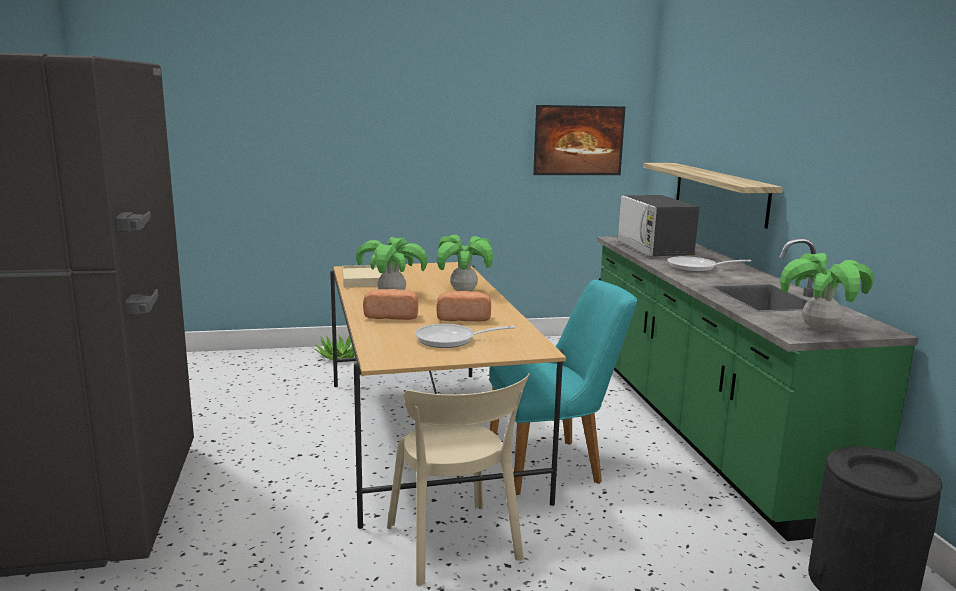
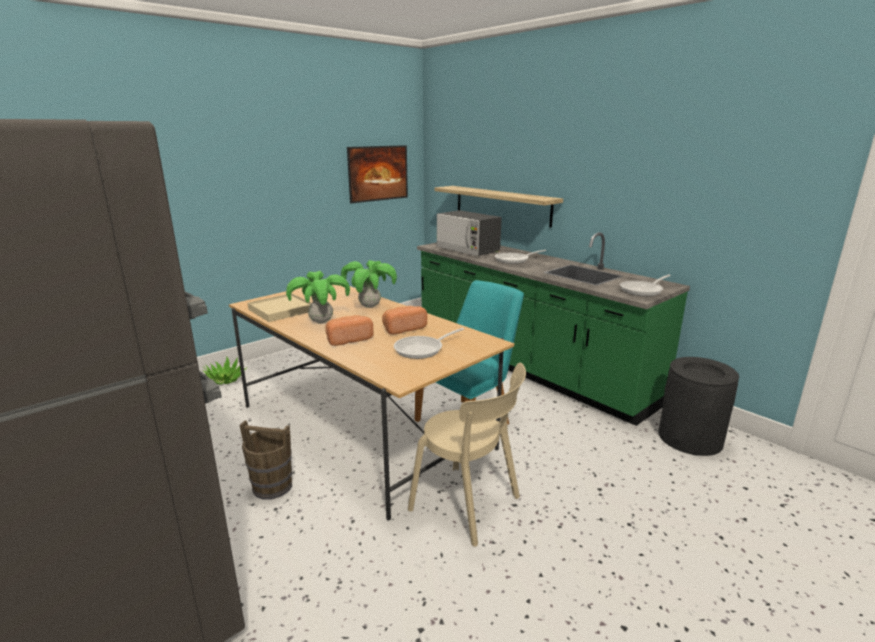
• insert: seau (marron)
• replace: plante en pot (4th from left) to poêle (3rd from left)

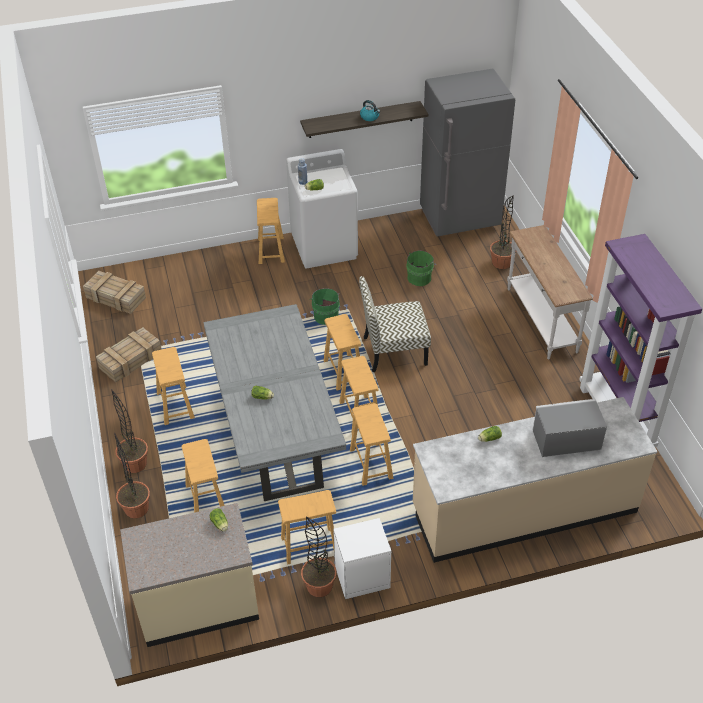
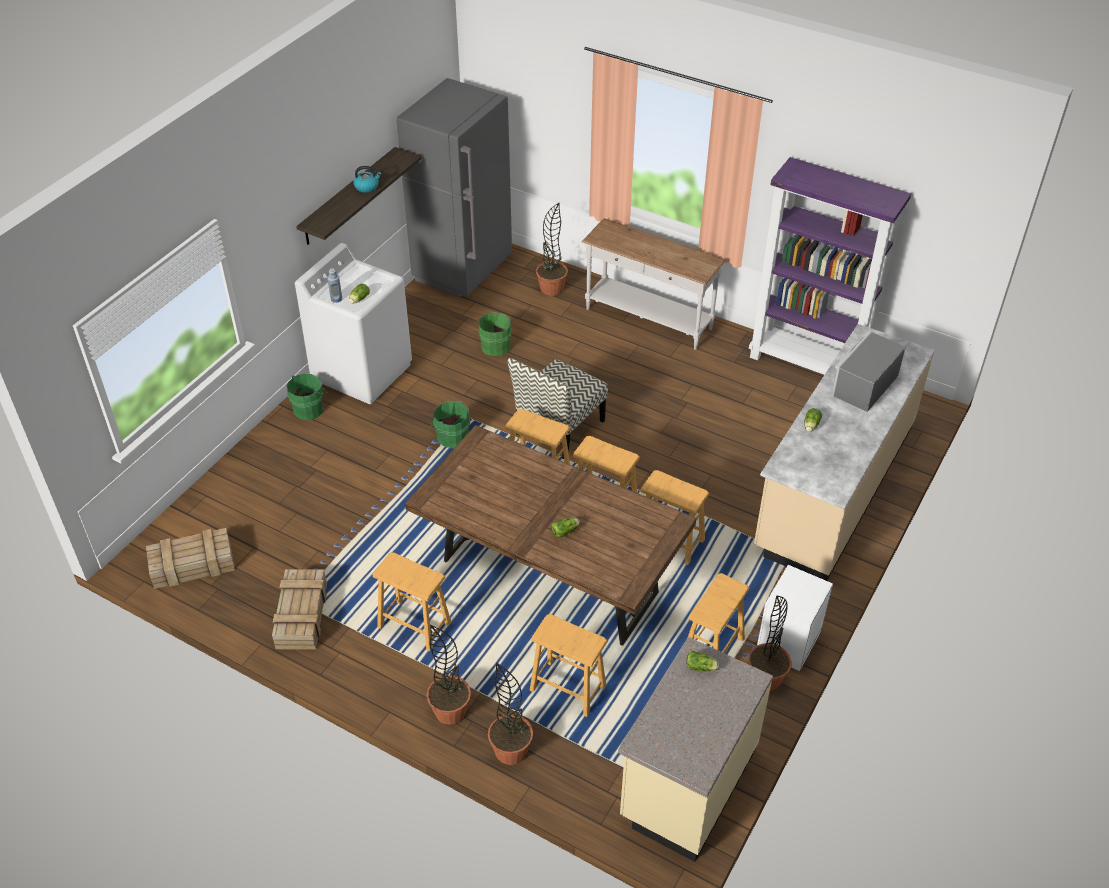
• replace: tabouret (marron) (3rd from left) to seau (vert) (1st from left)
• recolor: table à manger (gris) to table à manger (marron)

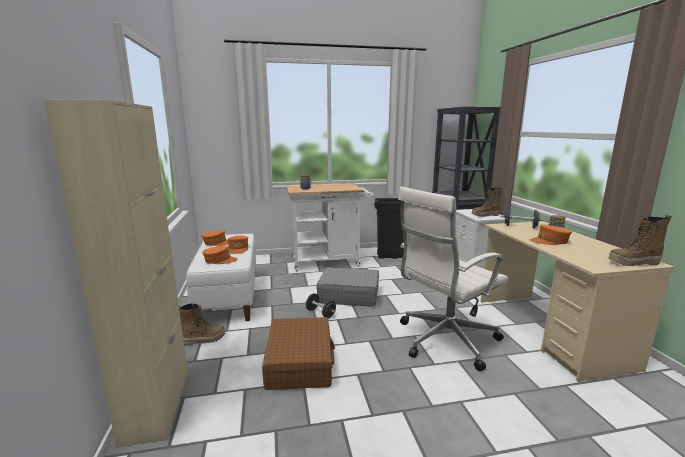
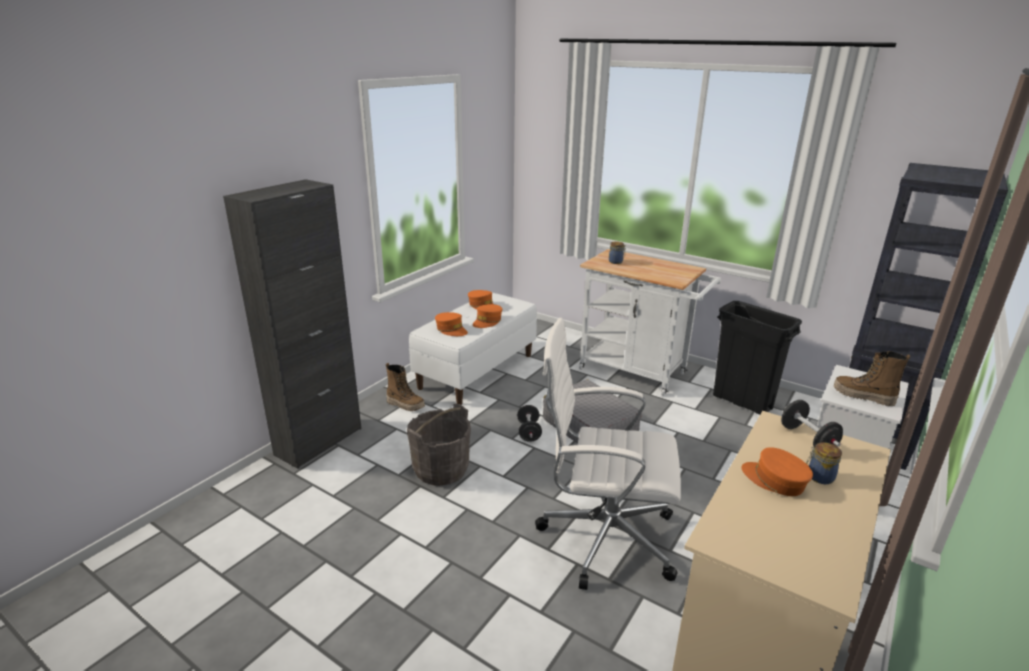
• recolor: meuble de rangement (beige) to meuble de rangement (noir)
• replace: valise (marron) to seau (gris)
• delete: botte (3rd from left)

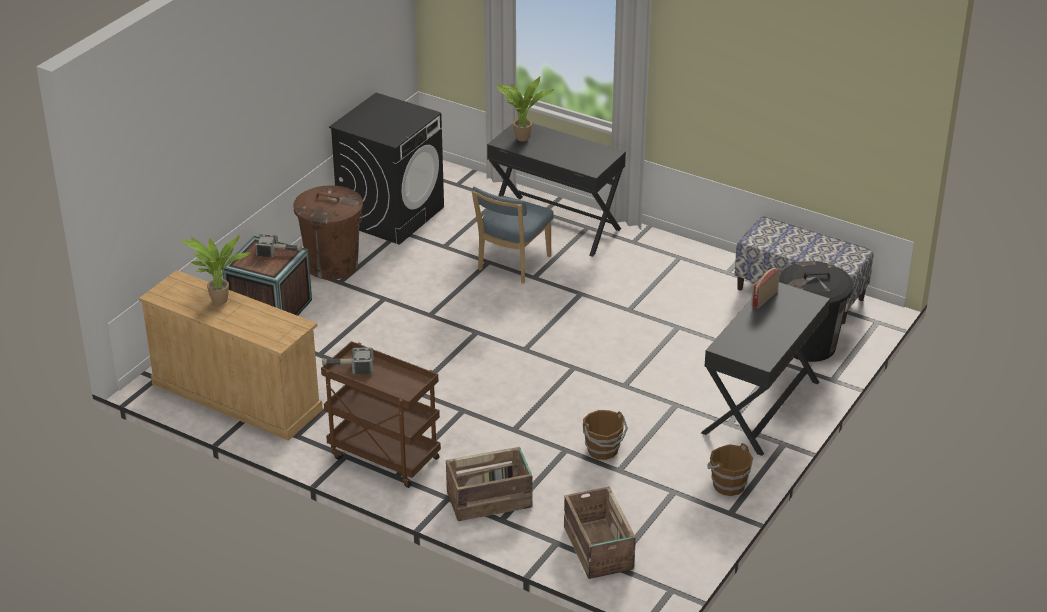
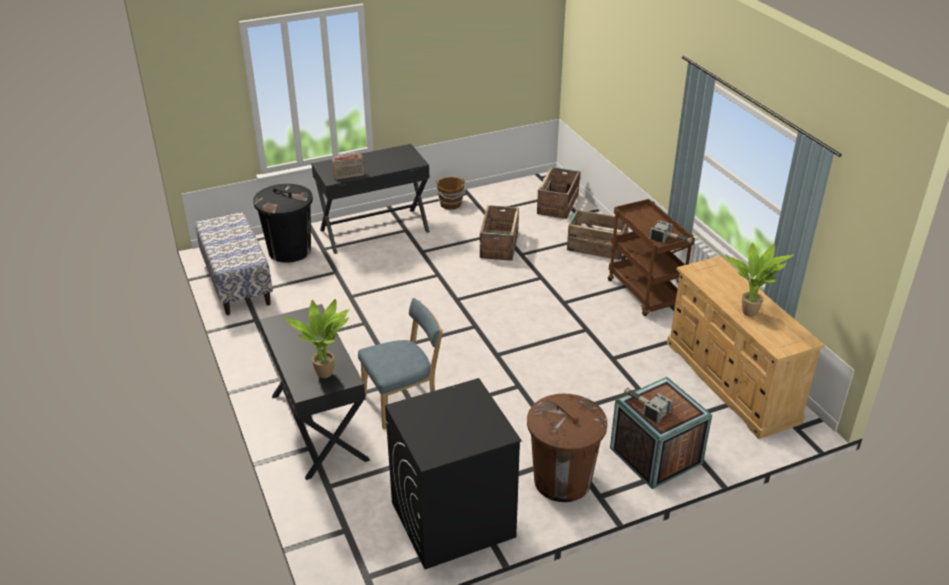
• replace: seau (marron) (1st from left) to caisse (1st from left)

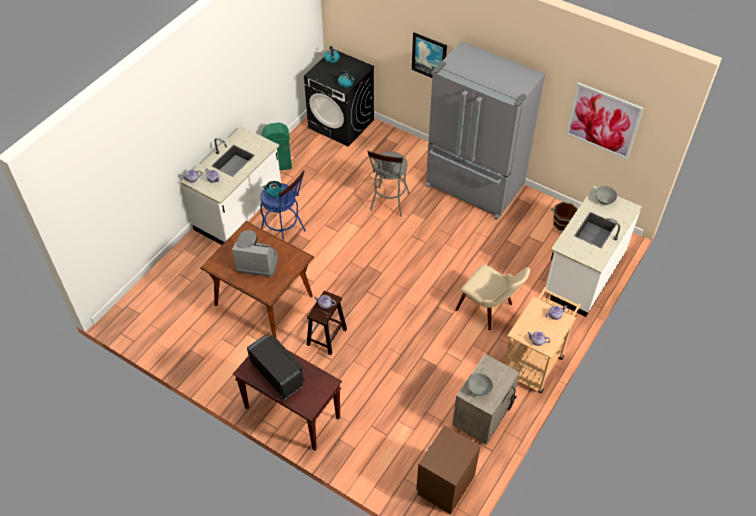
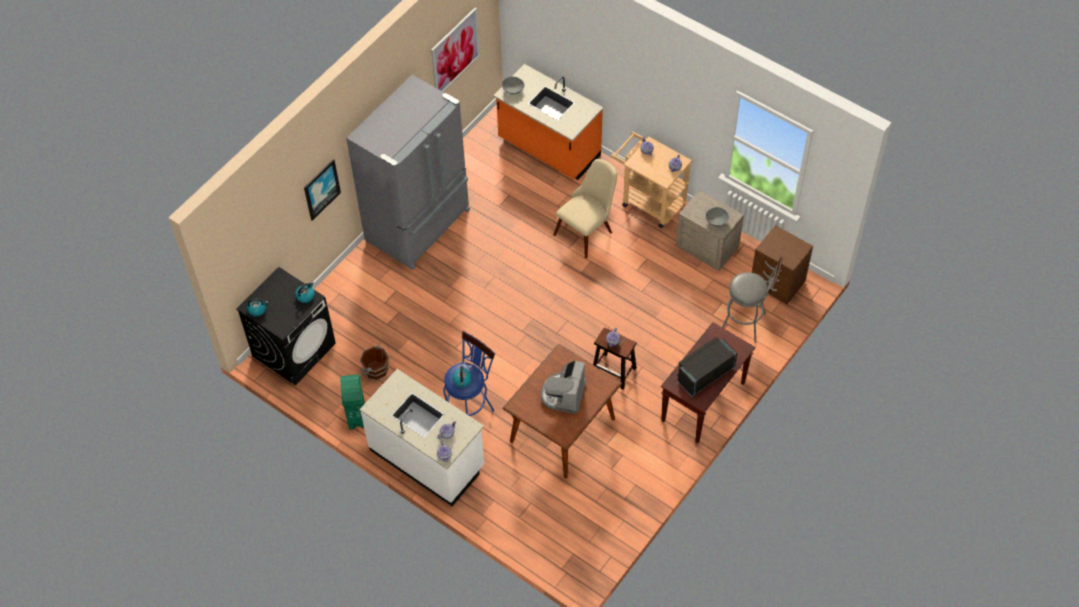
• move: seau (marron)
• recolor: comptoir de cuisine (blanc) (2nd from left) to comptoir de cuisine (orange)
• move: tabouret (gris)

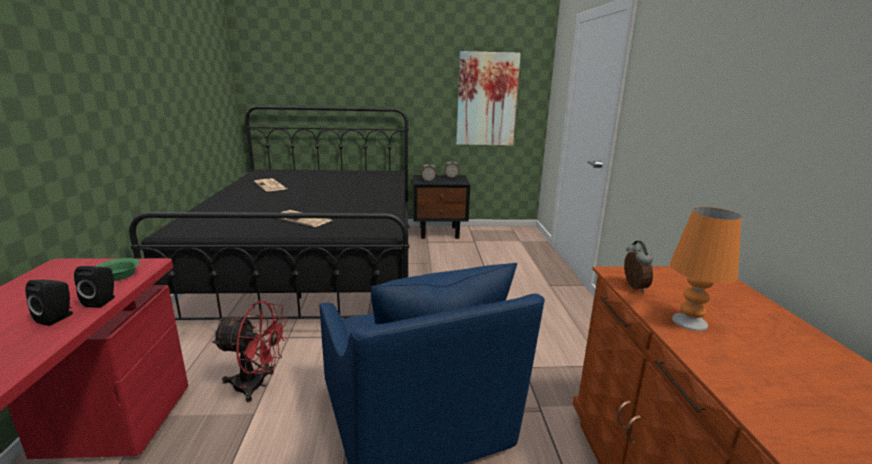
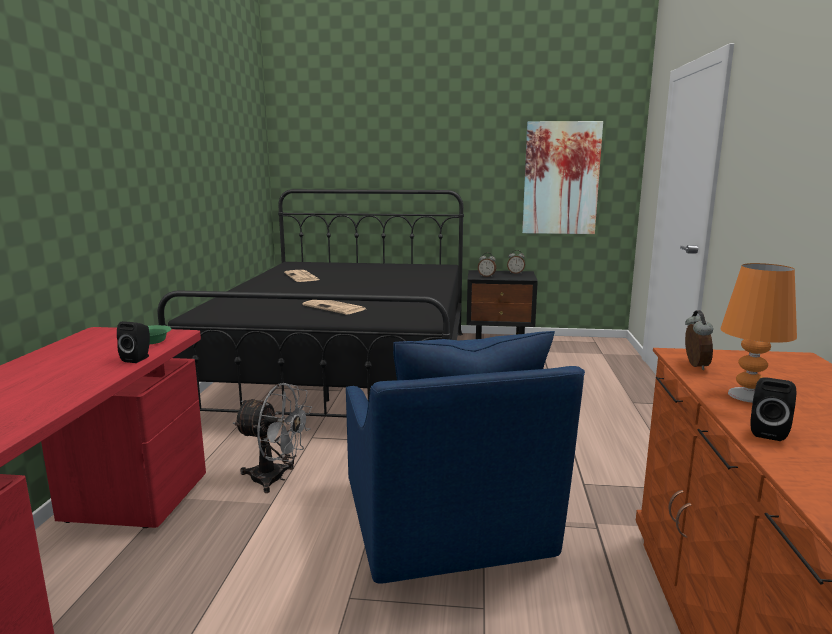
• recolor: ventilateur (rouge) to ventilateur (gris)
• move: enceinte (noir) (1st from left in the first image) to enceinte (noir) (2nd from left)

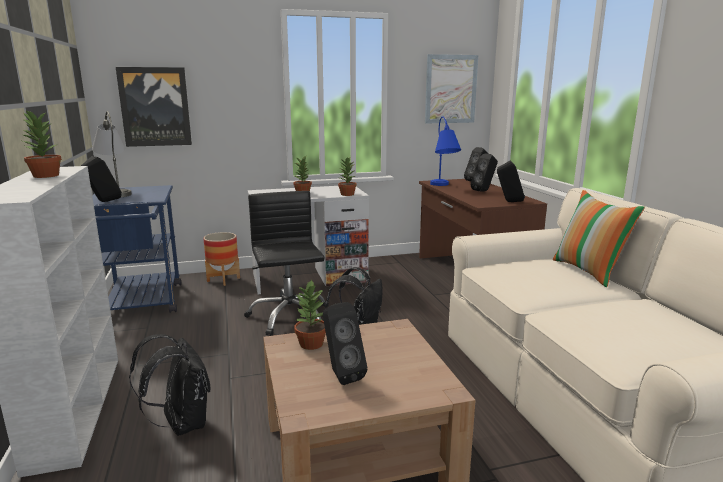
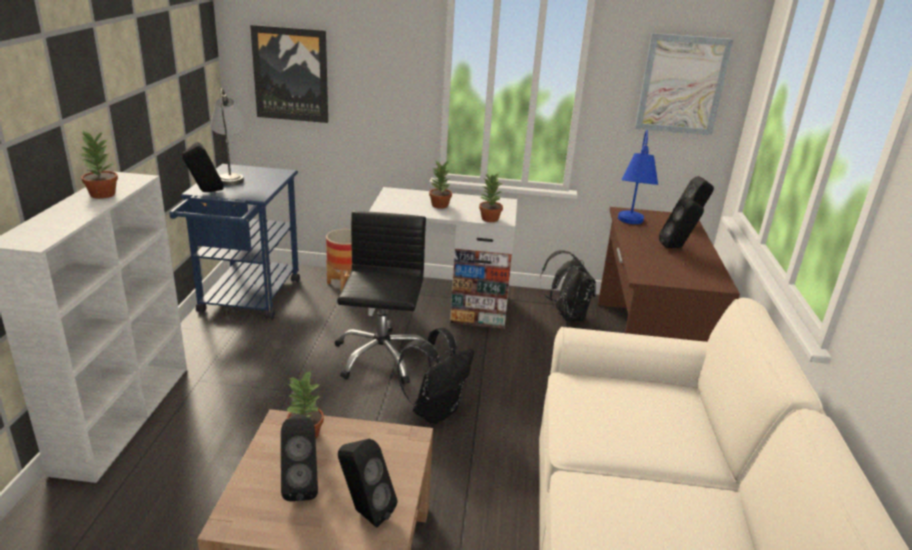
• move: enceinte (noir) (5th from left in the first image) to enceinte (noir) (3rd from left)
• move: sac à dos (noir) (1st from left in the first image) to sac à dos (noir) (2nd from left)
• delete: coussin

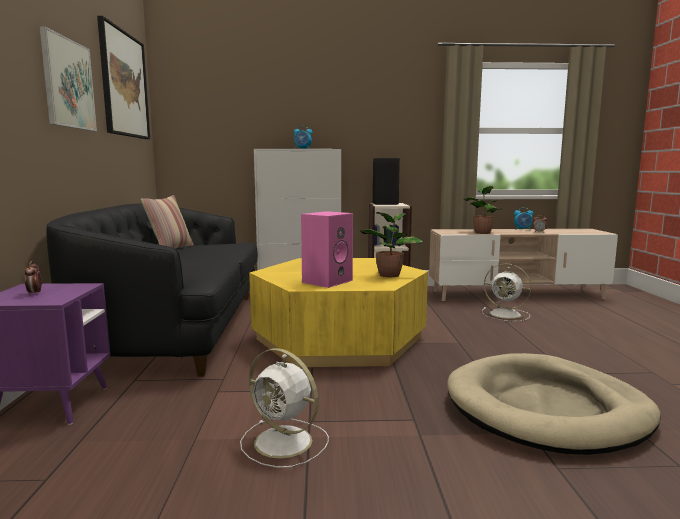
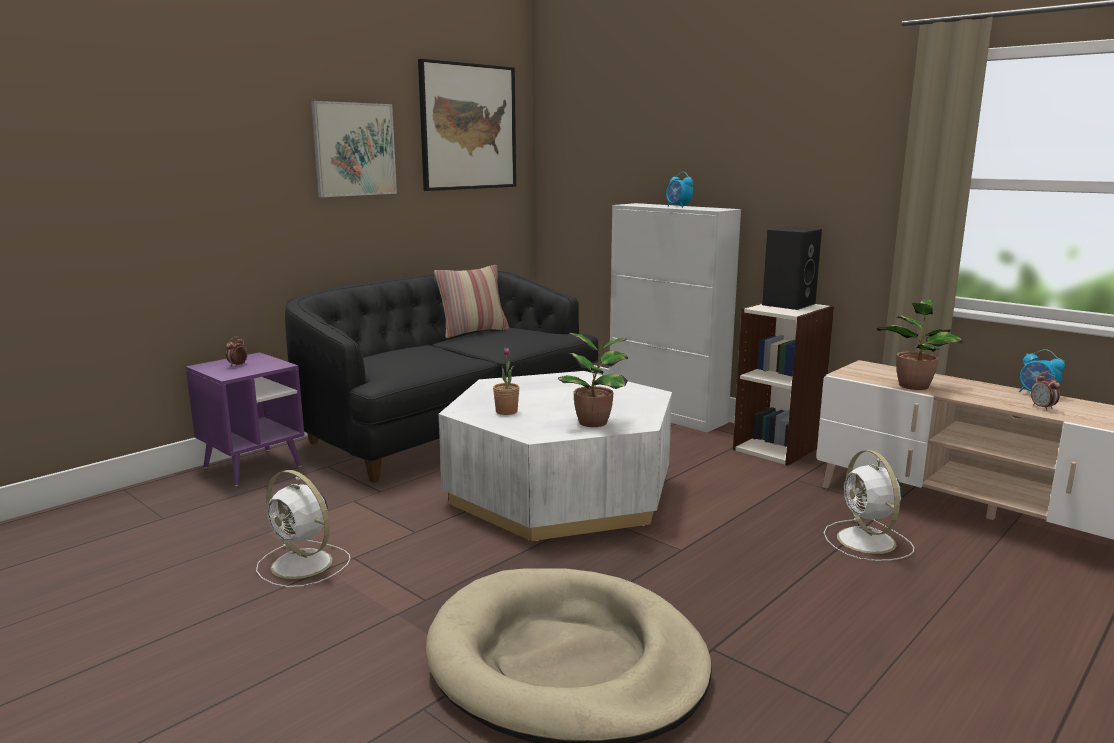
• rotate: ventilateur (blanc) (1st from left) 45 degrees counterclockwise
• recolor: table basse (jaune) to table basse (blanc)
• replace: enceinte (rose) to plante en pot (1st from left)

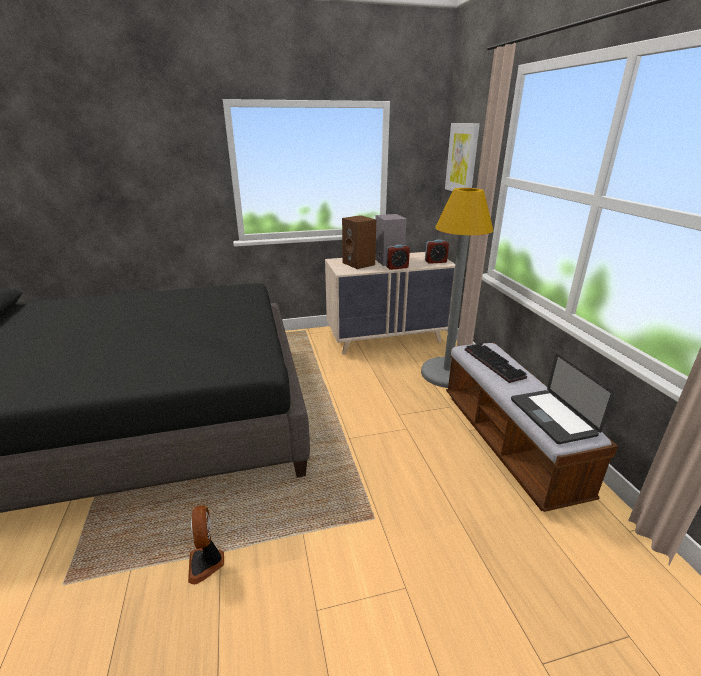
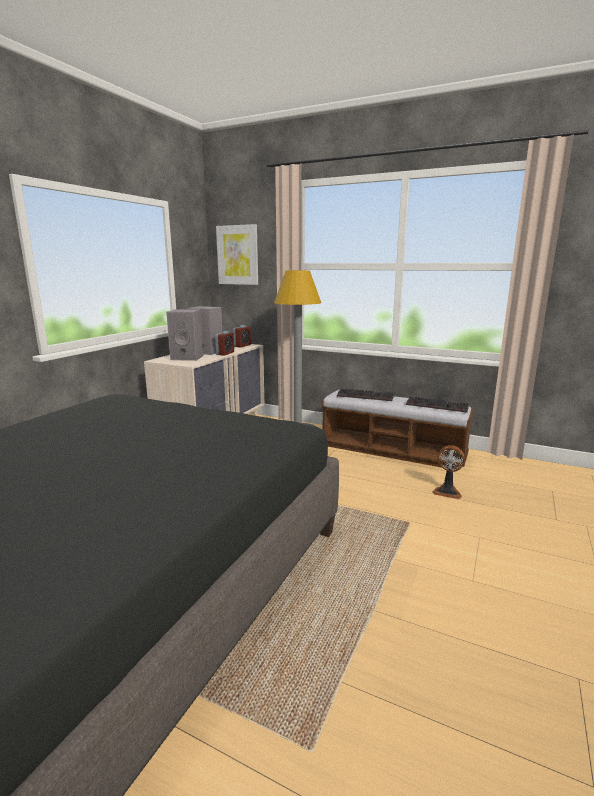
• recolor: enceinte (marron) to enceinte (gris) (1st from left)
• replace: ordinateur portable to clavier (2nd from left)
• move: ventilateur

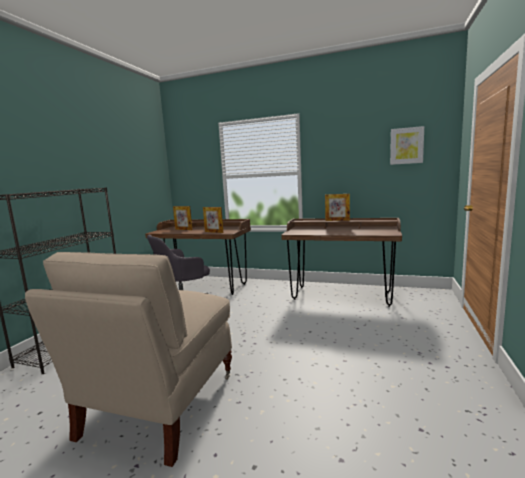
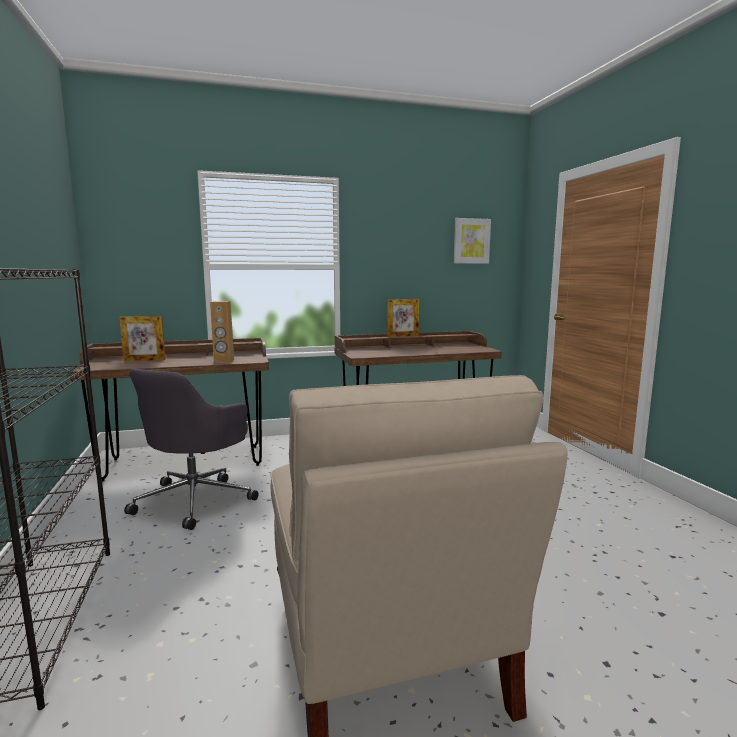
• replace: cadre photo (2nd from left) to enceinte (marron)

